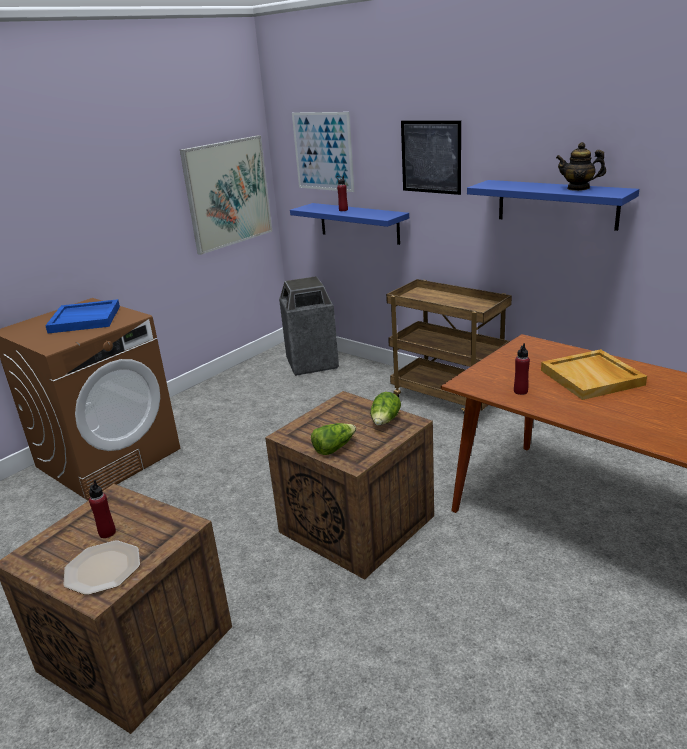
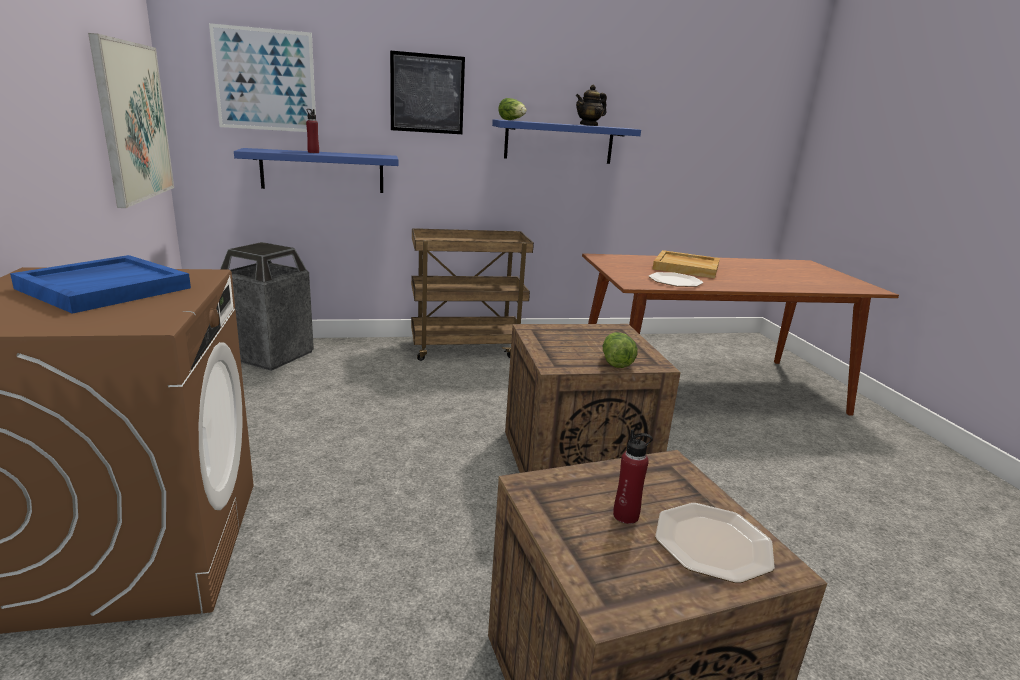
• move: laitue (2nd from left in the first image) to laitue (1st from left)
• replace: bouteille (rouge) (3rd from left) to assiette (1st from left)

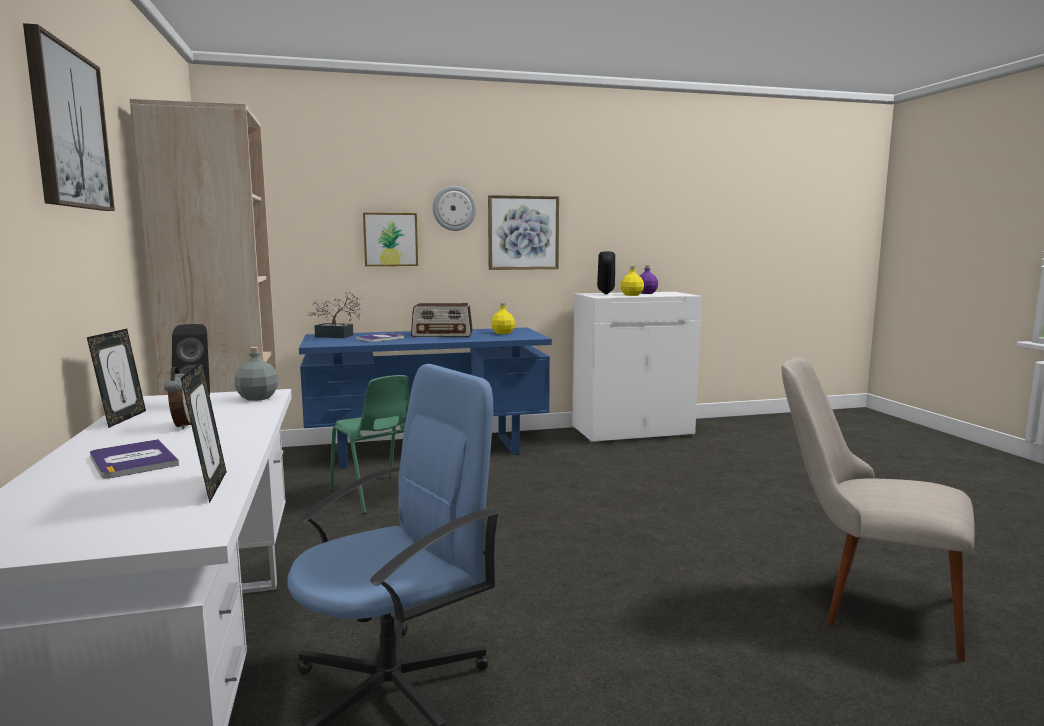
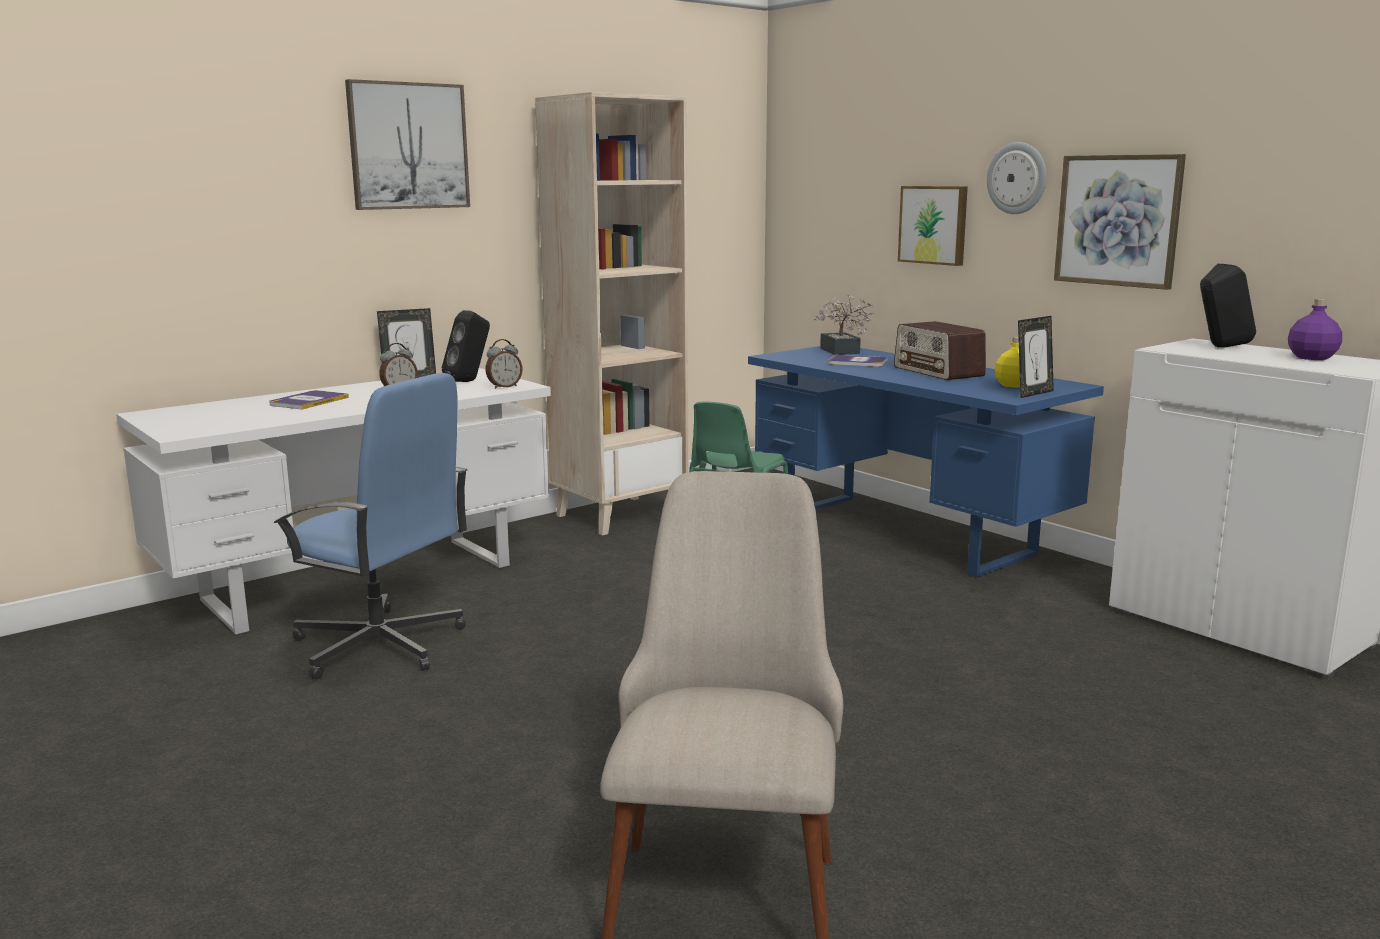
• replace: bouteille (gris) to réveil (2nd from left)
• move: cadre photo (2nd from left)
• delete: bouteille (jaune) (2nd from left)

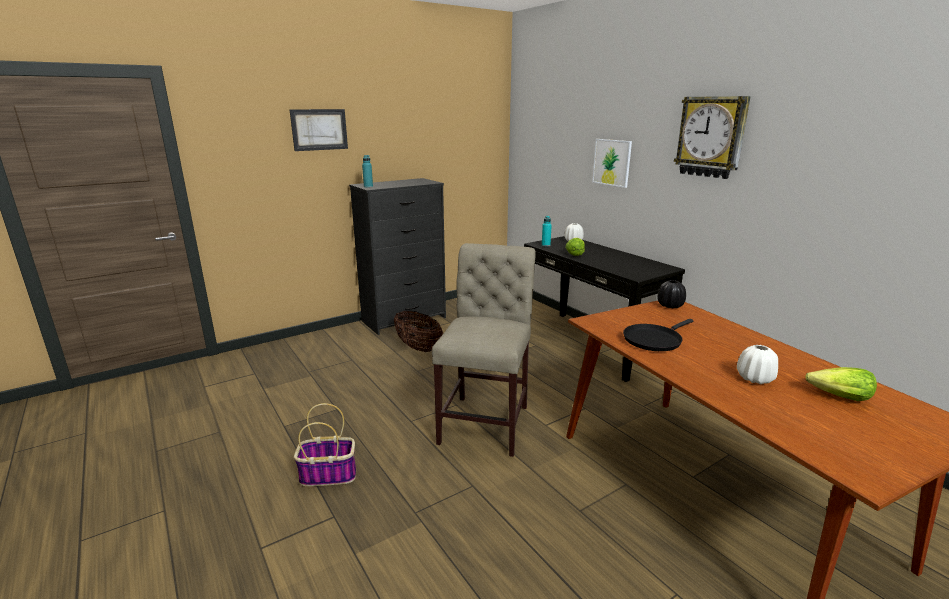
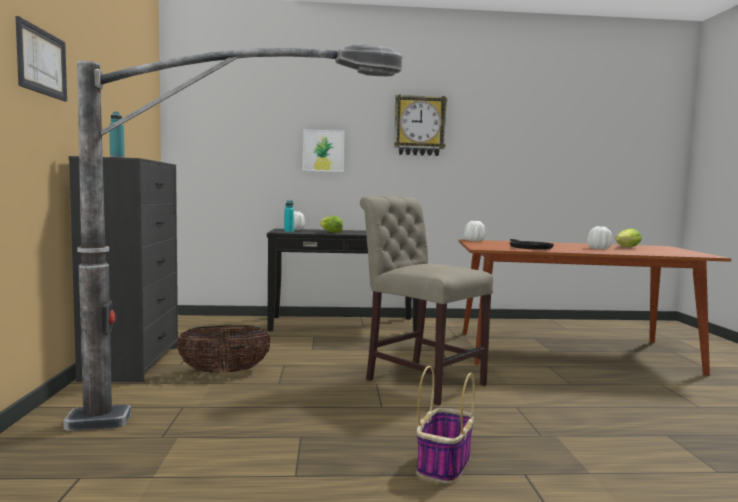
• insert: lampadaire
• recolor: vase (noir) to vase (blanc) (2nd from left)

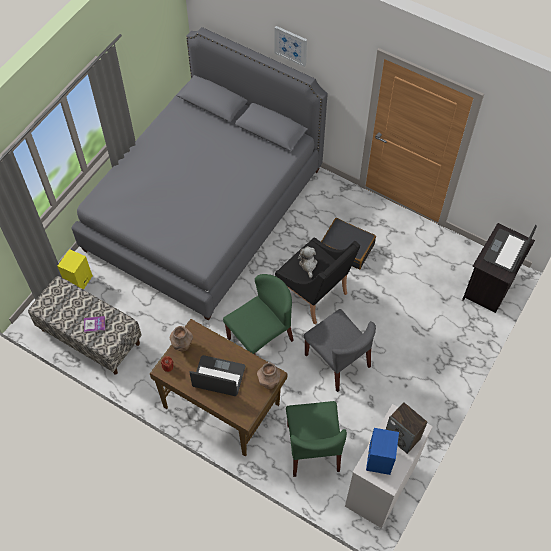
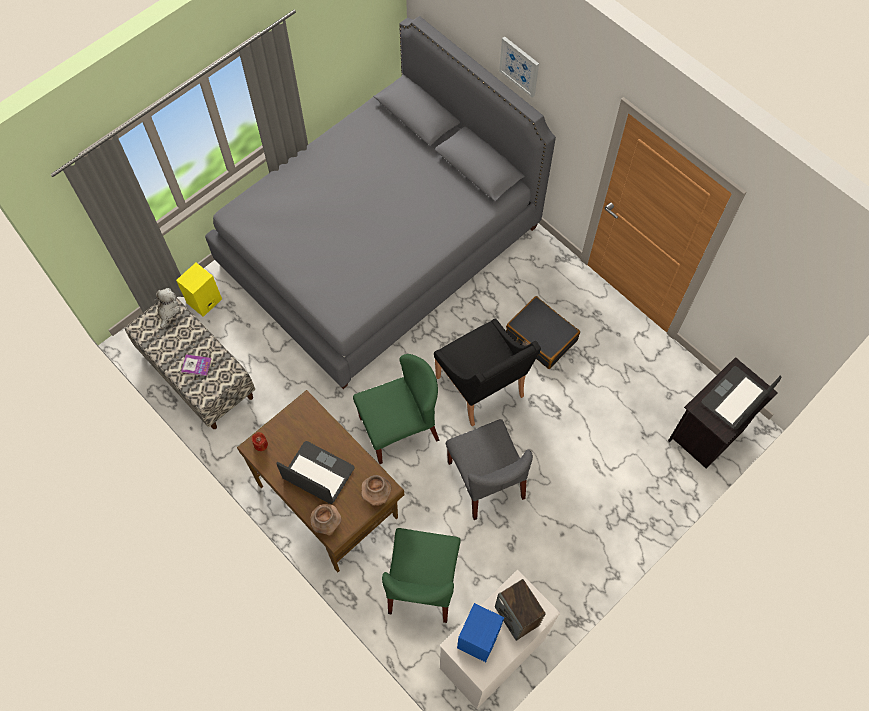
• move: peluche
• move: vase (marron) (1st from left)

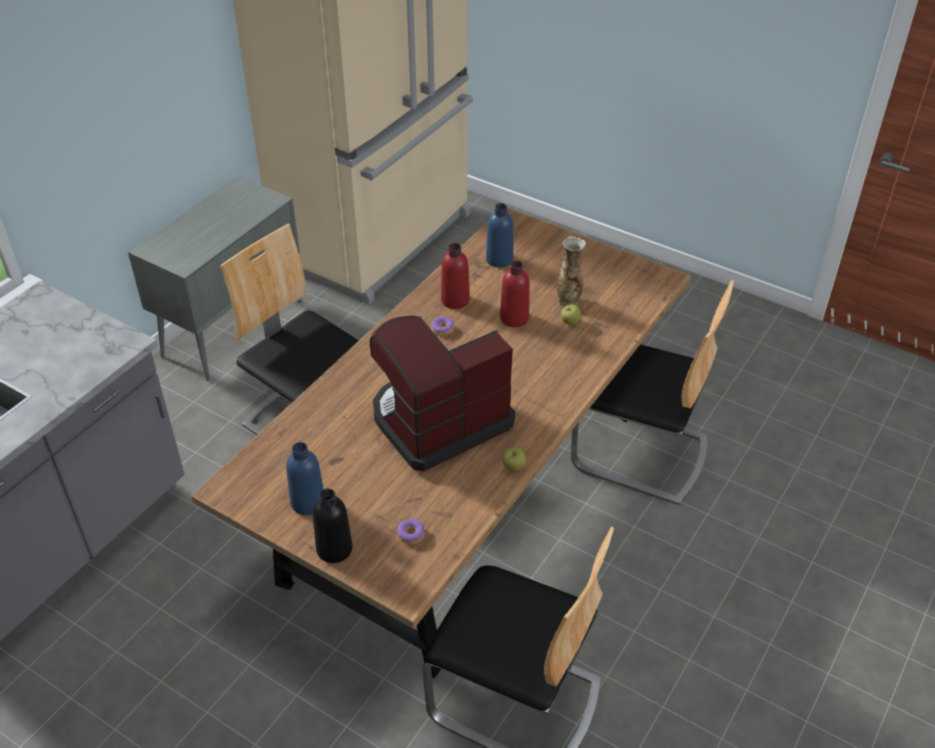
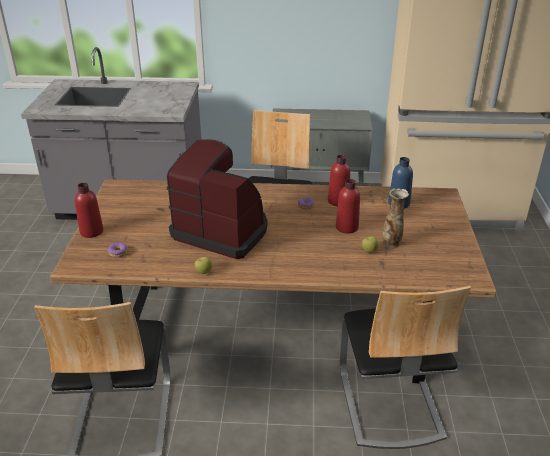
• recolor: bouteille (noir) to bouteille (rouge) (1st from left)
• delete: bouteille (bleu) (1st from left)

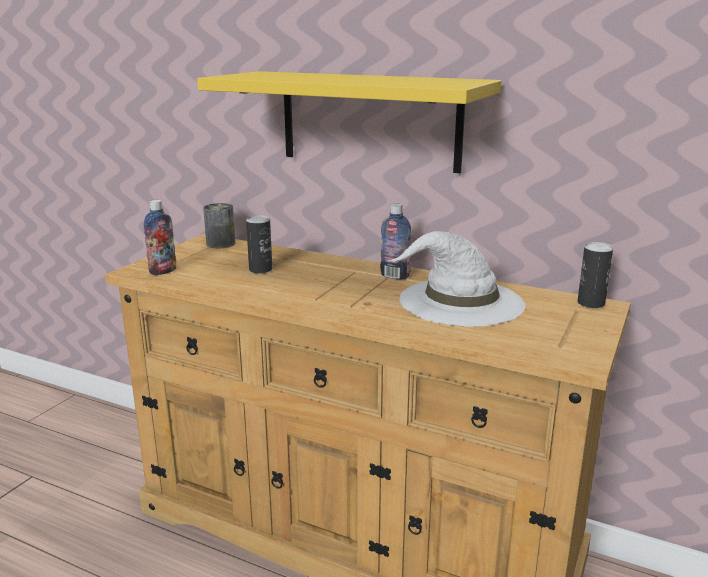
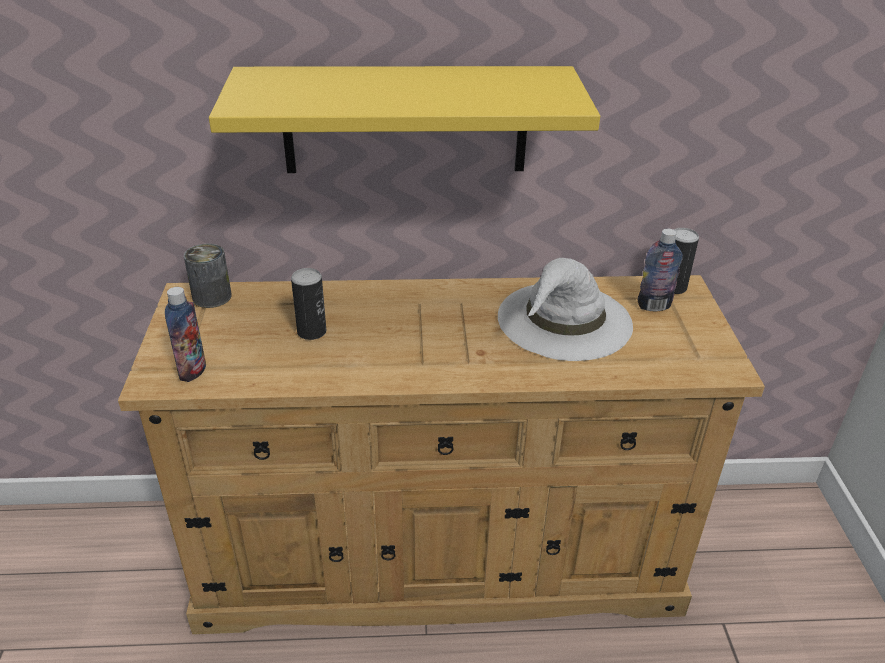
• move: bouteille (2nd from left)

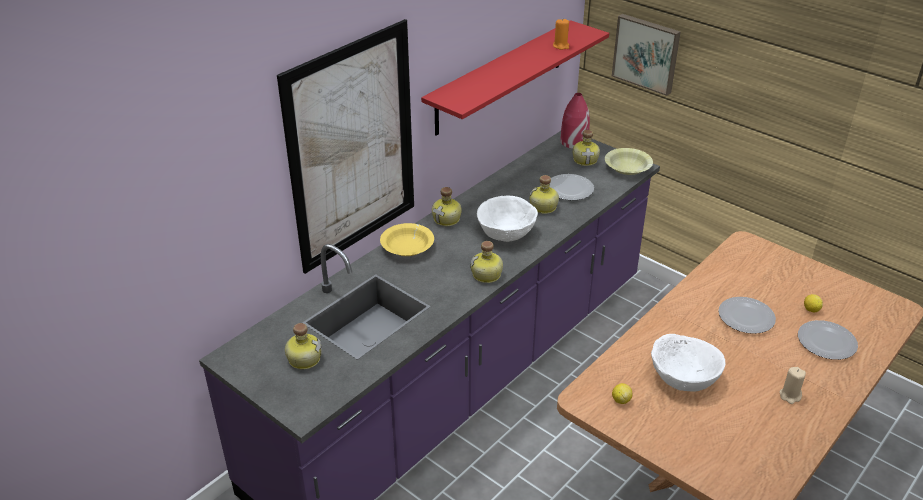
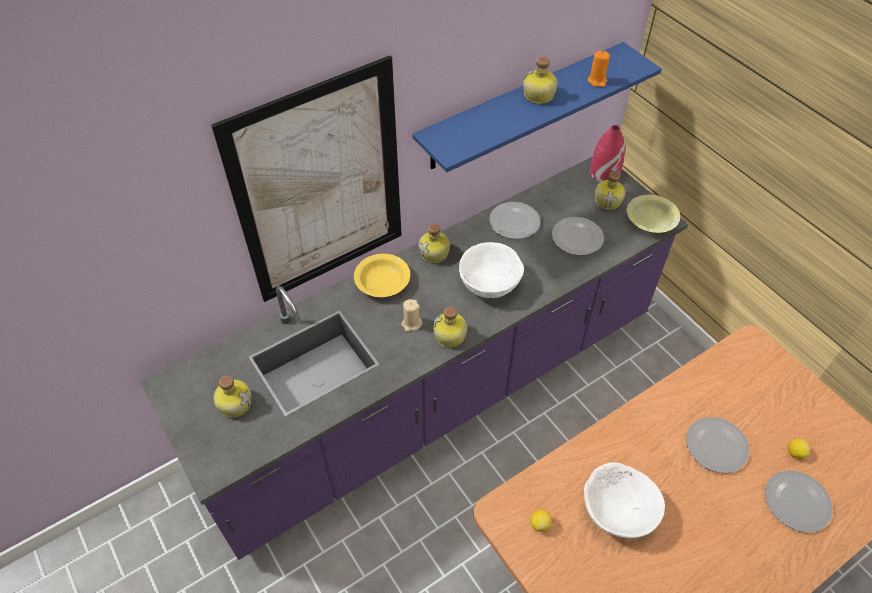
• move: bougie (beige)
• recolor: étagère (rouge) to étagère (bleu)
• insert: assiette (1st from left)
• move: bouteille (4th from left)
• delete: tableau (2nd from left)

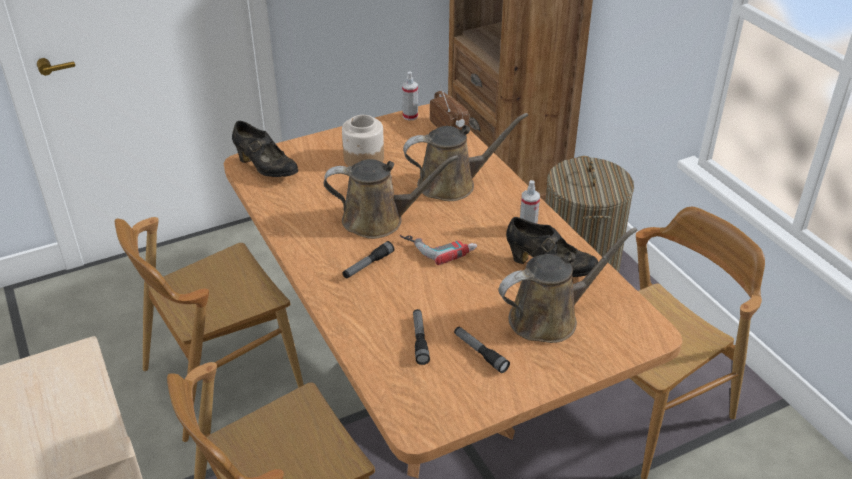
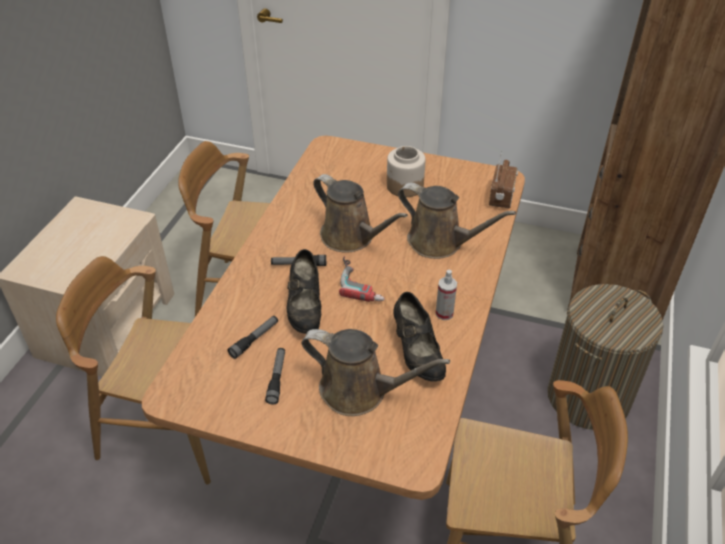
• move: chaussure (noir) (1st from left)
• delete: vaporisateur (1st from left)

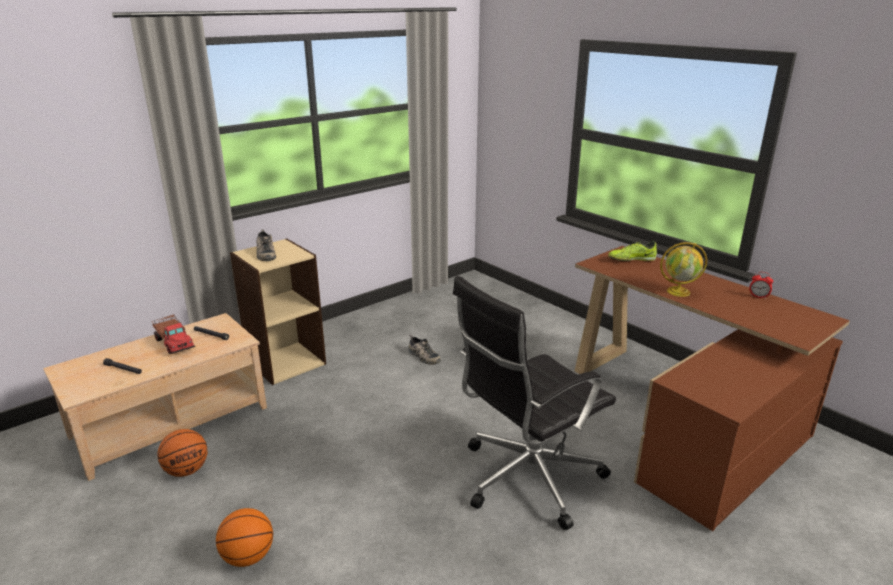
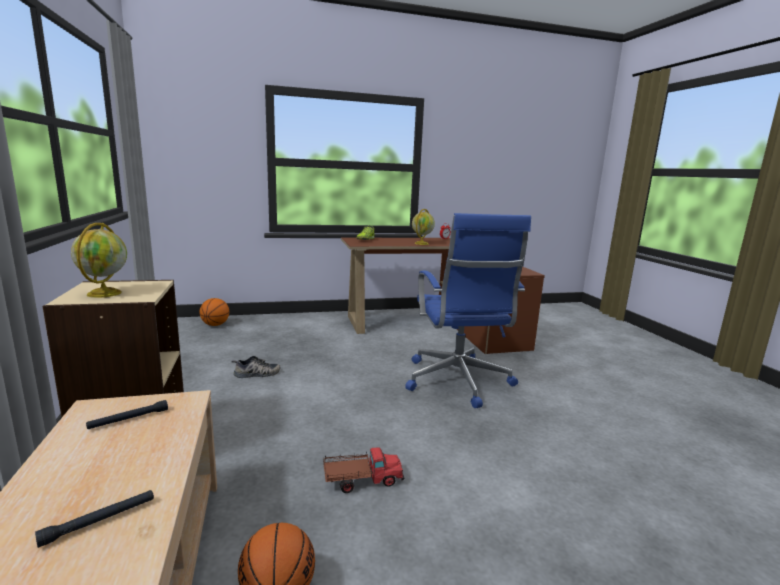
• replace: chaussure (1st from left) to globe (1st from left)
• move: ballon de basket (2nd from left in the first image) to ballon de basket (1st from left)
• move: camion jouet
• recolor: chaise de bureau (noir) to chaise de bureau (bleu)

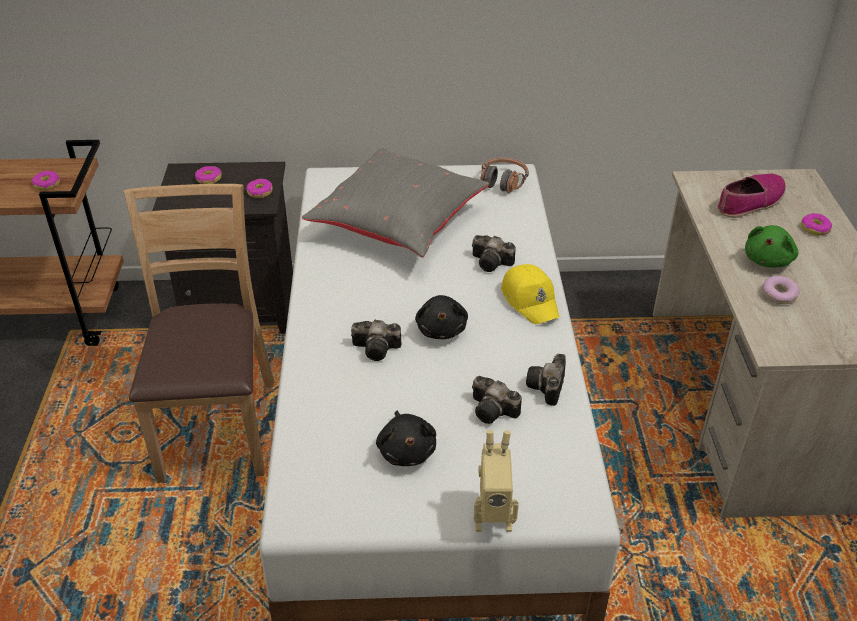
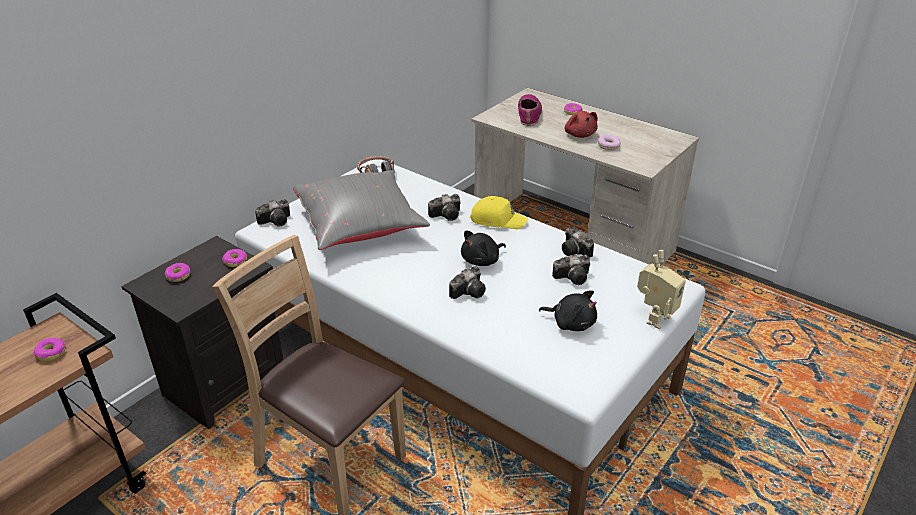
• insert: appareil photo (1st from left)
• rotate: peluche (noir) (2nd from left in the first image) 105 degrees clockwise
• recolor: peluche (vert) to peluche (rouge)

